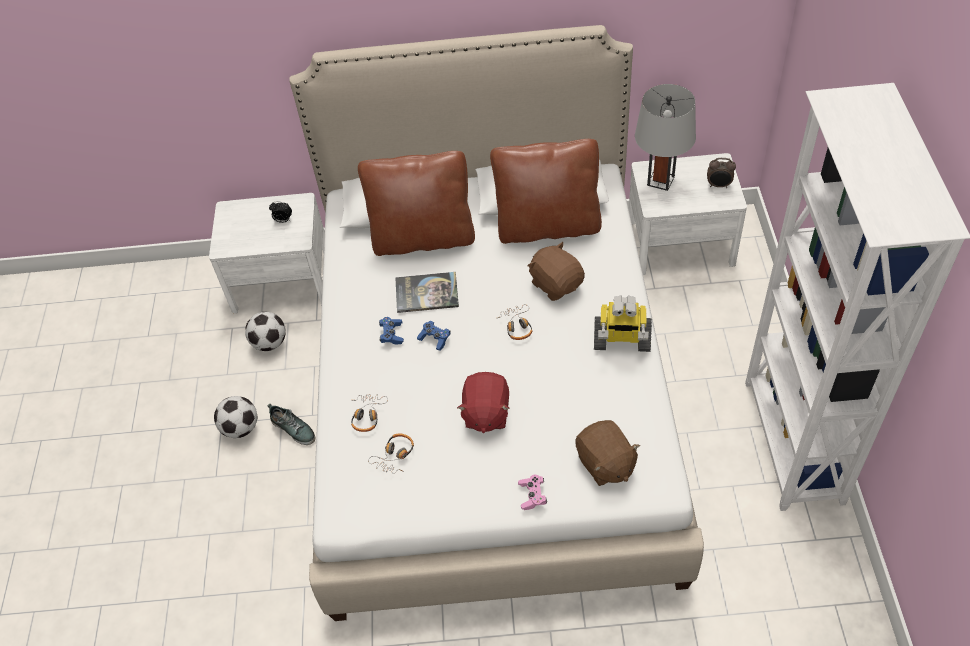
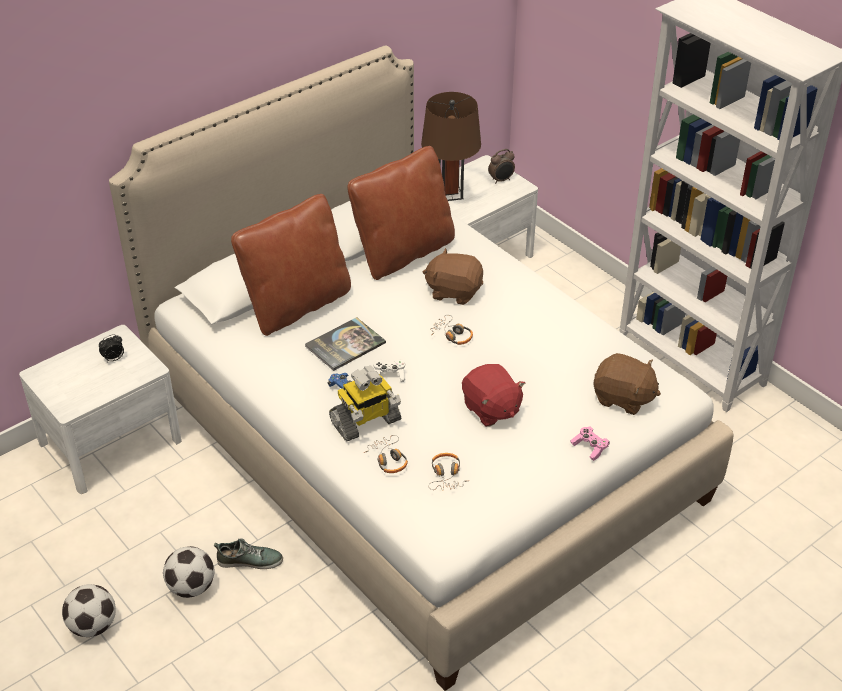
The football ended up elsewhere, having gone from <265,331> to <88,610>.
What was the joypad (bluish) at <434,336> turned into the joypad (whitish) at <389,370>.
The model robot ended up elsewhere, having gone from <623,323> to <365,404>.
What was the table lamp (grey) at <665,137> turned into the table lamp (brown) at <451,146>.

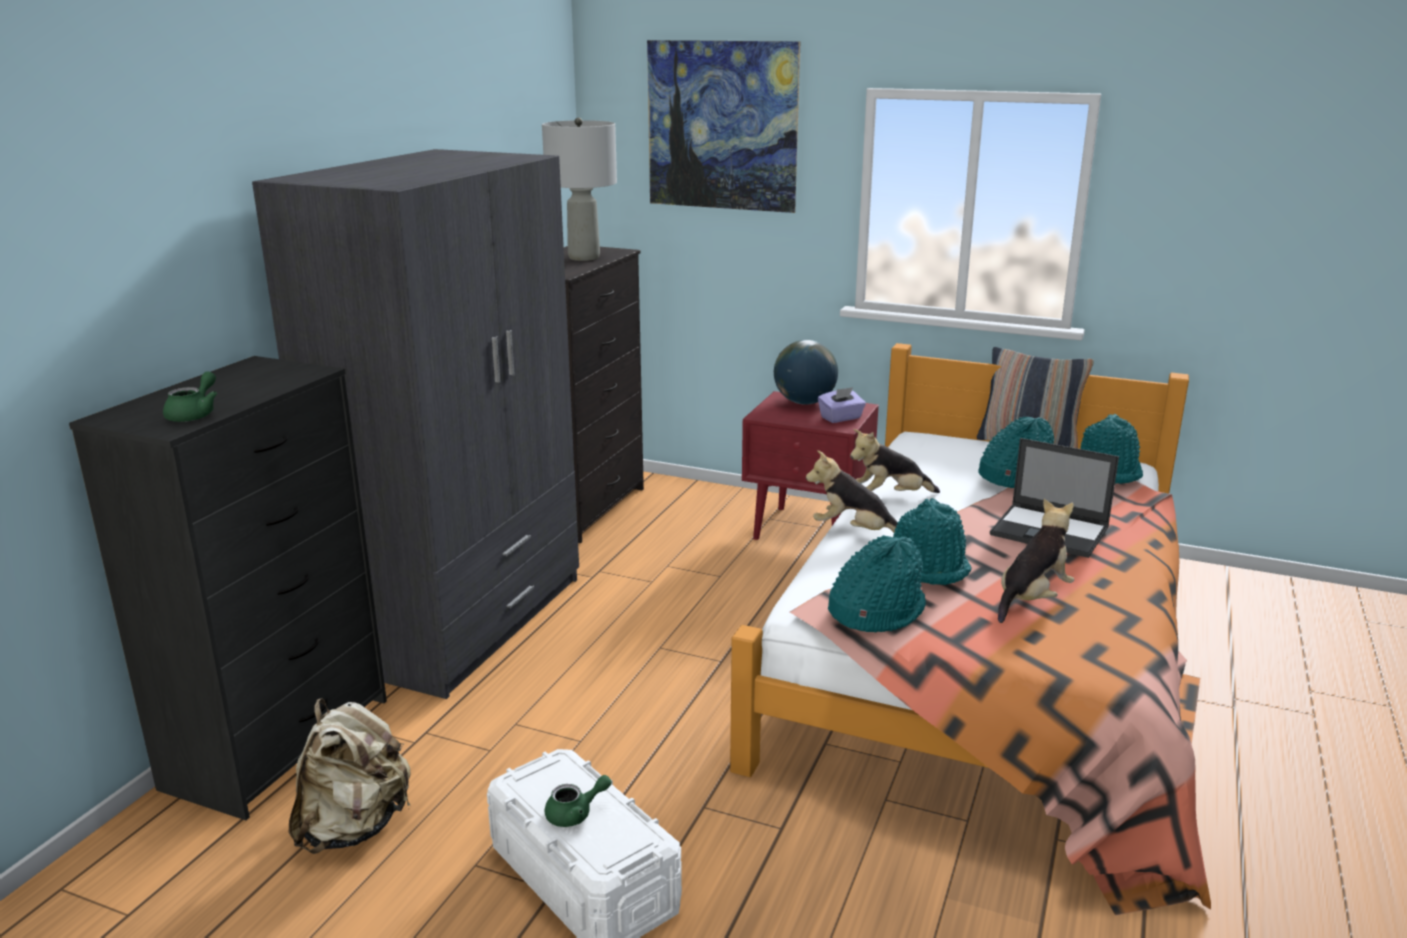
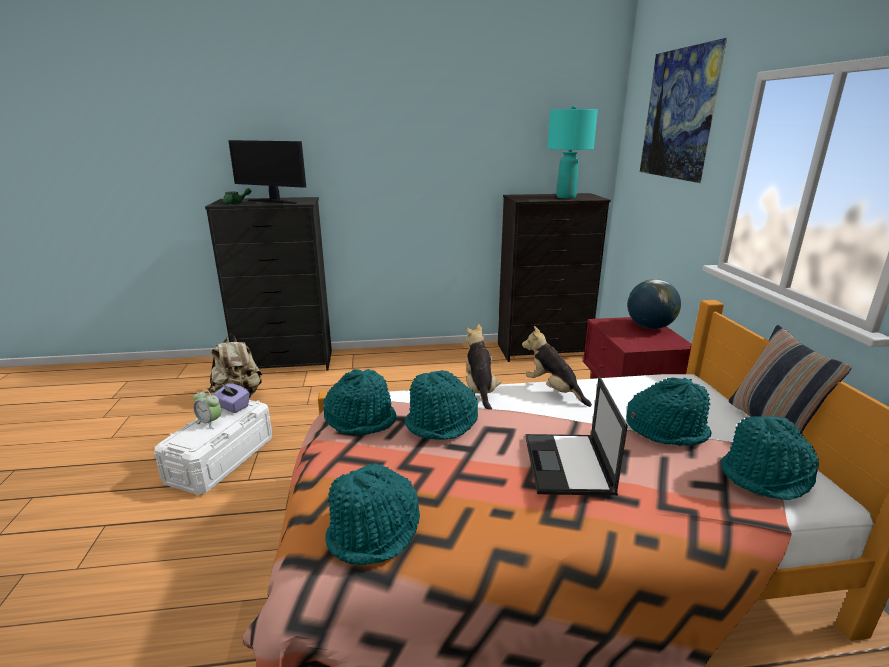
The second view lost the wardrobe (grey) at <415,424>.
What was the table lamp (grey) at <579,189> turned into the table lamp (turquoise) at <572,152>.
Where the teapot (green-coloured) stood at <578,801>, the bedside clock came to stand at <207,409>.
The tissue box (purplish) ended up elsewhere, having gone from <842,405> to <230,398>.
The second view lost the cuddly toy at <1036,561>.
The second view gained the computer screen at <267,172>.
The second view gained the hat (turquoise) at <372,514>.

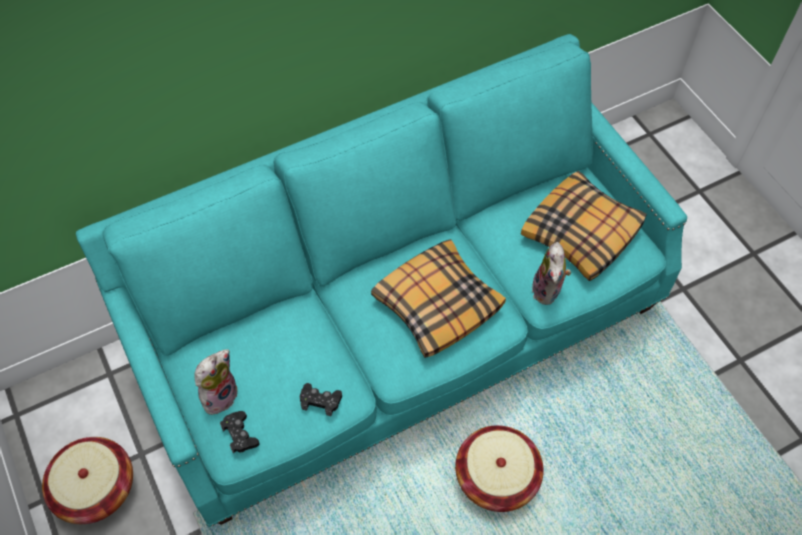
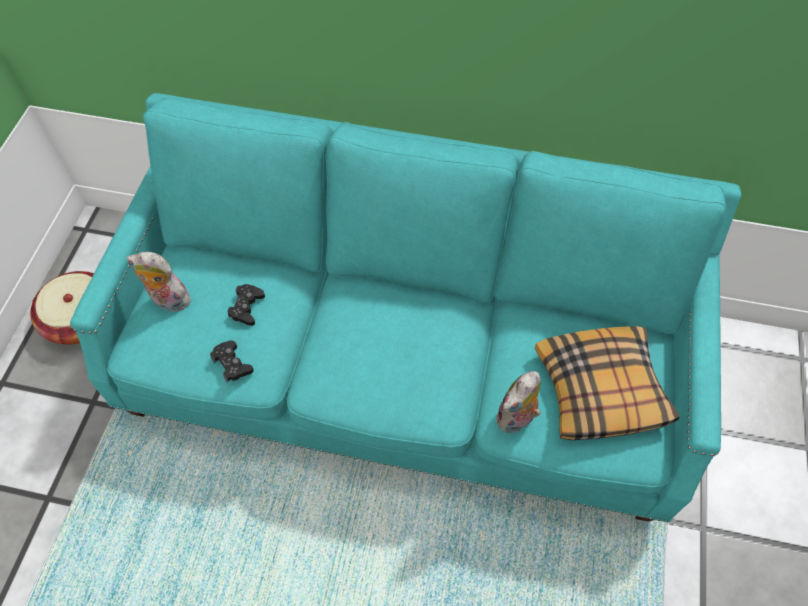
The cuddly toy at <215,382> ended up facing another way, 150 degrees counterclockwise from before.
The joypad (black) ended up elsewhere, having gone from <240,432> to <246,305>.
The second view lost the pillow at <438,298>.
The second view lost the storage basket at <499,468>.

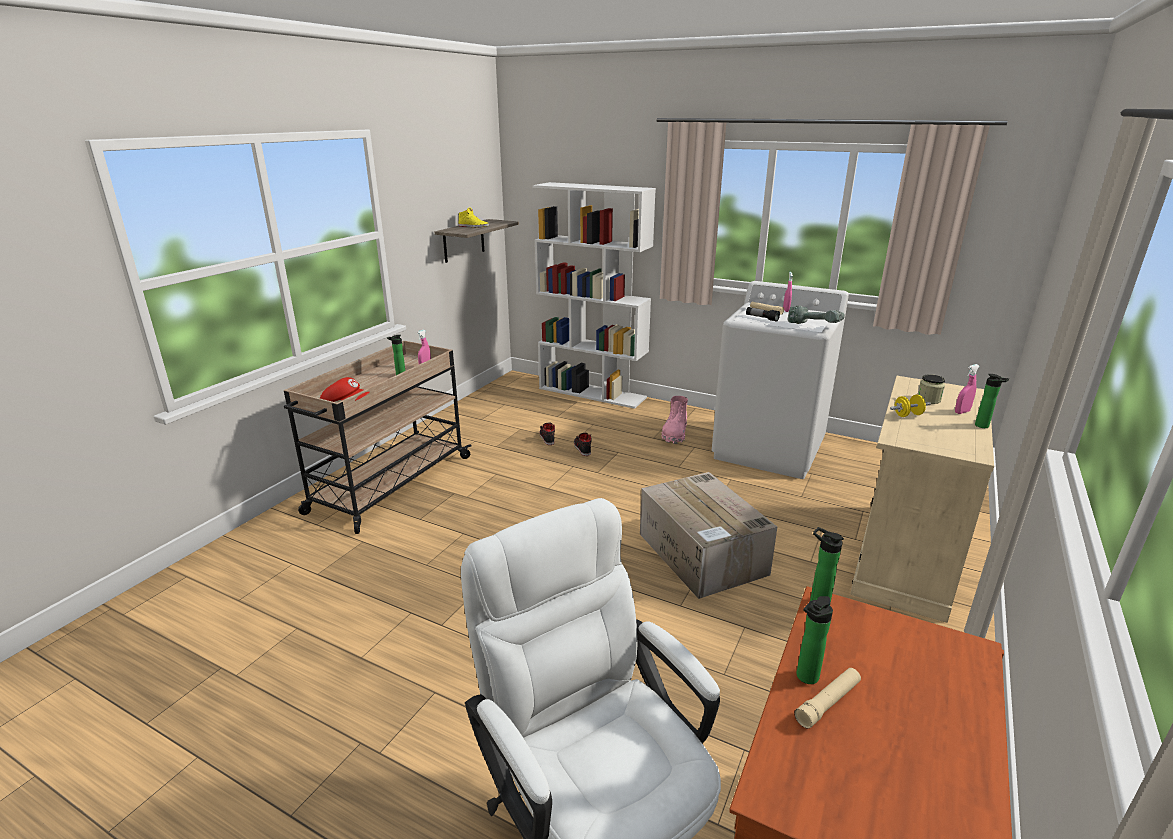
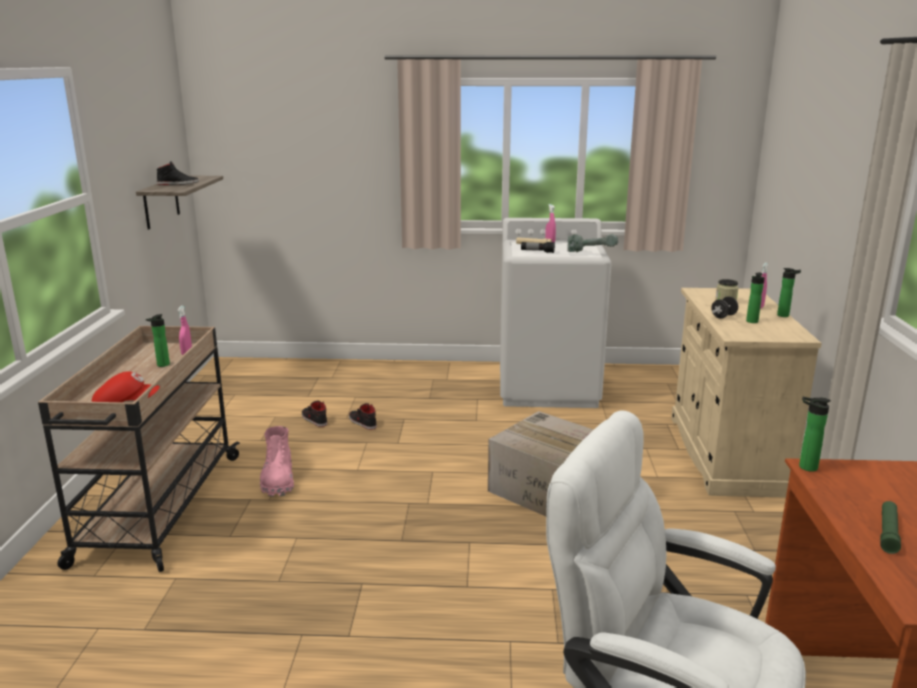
What was the shoe (yellowish) at <473,218> turned into the shoe (black) at <178,173>.
The second view lost the bookcase (whitish) at <594,295>.
The tall boot (pink) ended up elsewhere, having gone from <674,420> to <277,461>.
What was the hand torch (beige) at <827,698> turned into the hand torch (green-coloured) at <890,527>.
The drink bottle ended up elsewhere, having gone from <815,640> to <755,297>.
What was the dumbbell (yellowish) at <910,405> turned into the dumbbell (black) at <724,307>.

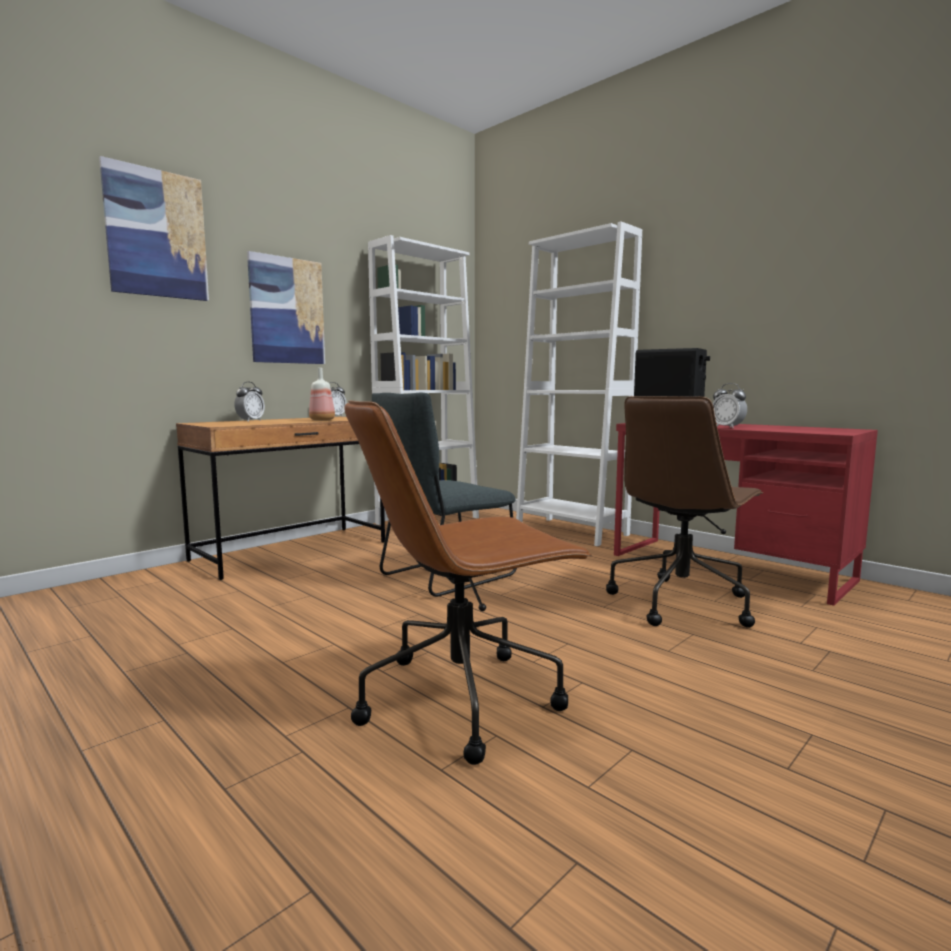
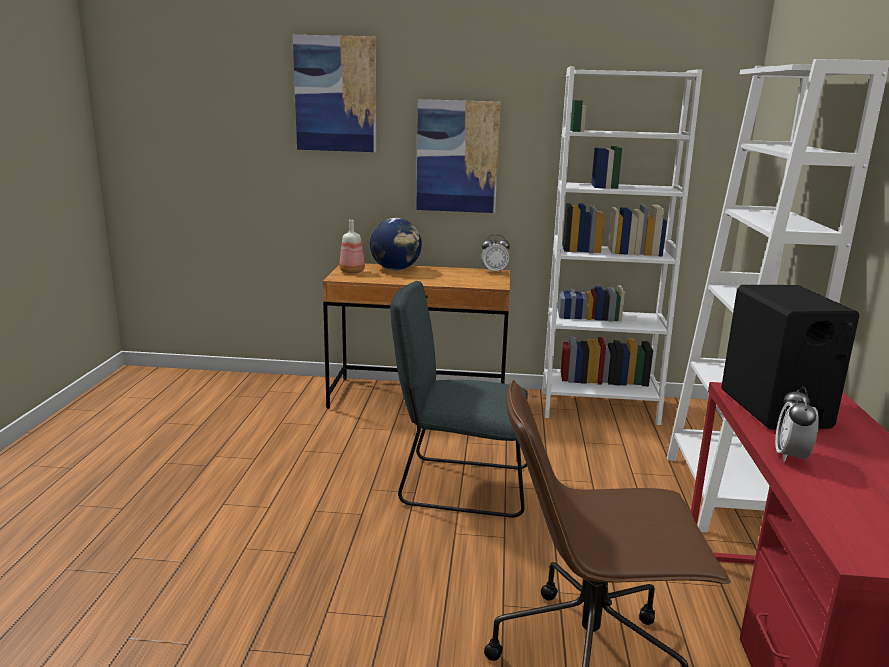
Where the bedside clock stood at <249,402>, the world globe came to stand at <396,244>.
The drink bottle ended up elsewhere, having gone from <322,394> to <352,246>.
The second view lost the office chair (brown) at <468,582>.

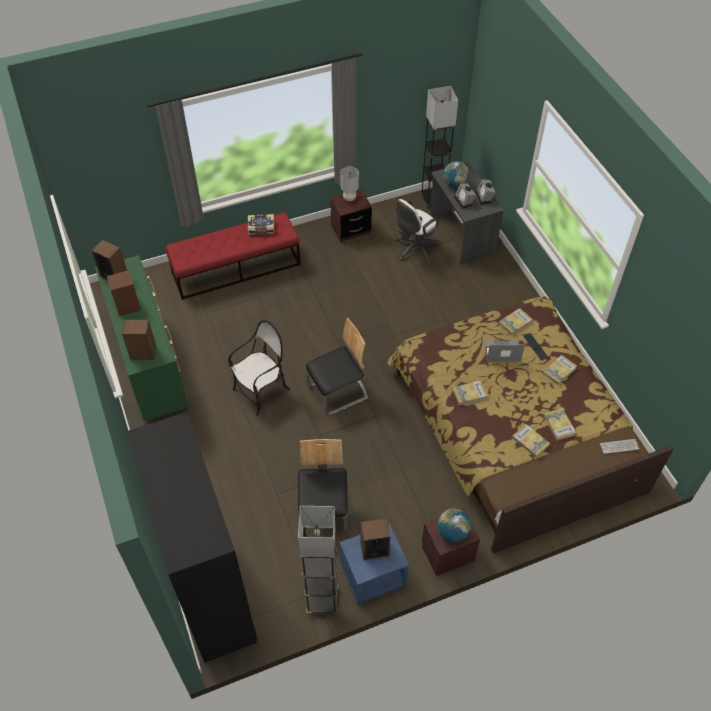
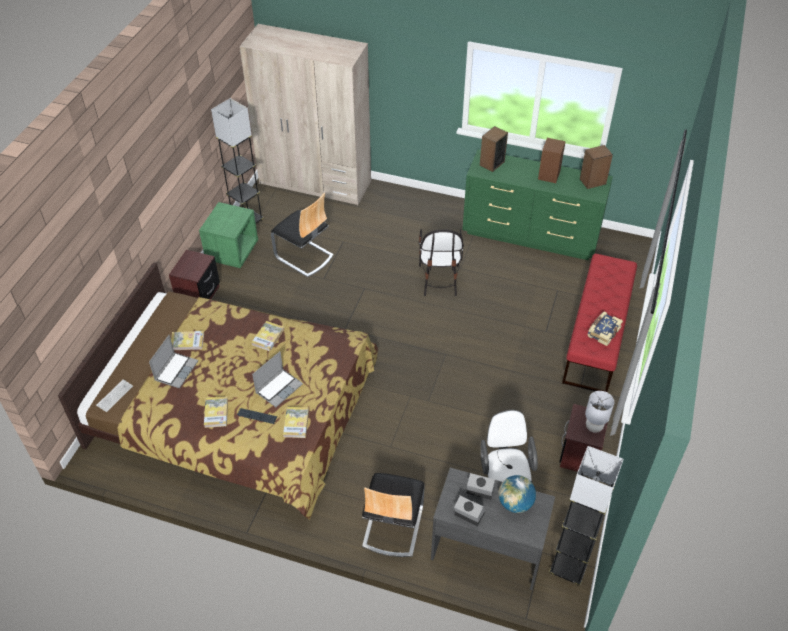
What was the wardrobe (black) at <191,537> turned into the wardrobe (beige) at <305,114>.
The upright chair ended up elsewhere, having gone from <336,367> to <393,515>.
What was the night table (bluish) at <374,564> turned into the night table (green-coloured) at <228,235>.
The second view lost the audio speaker at <375,539>.
The second view lost the world globe at <454,525>.
Where the book stood at <560,424>, the portable computer came to stand at <173,362>.

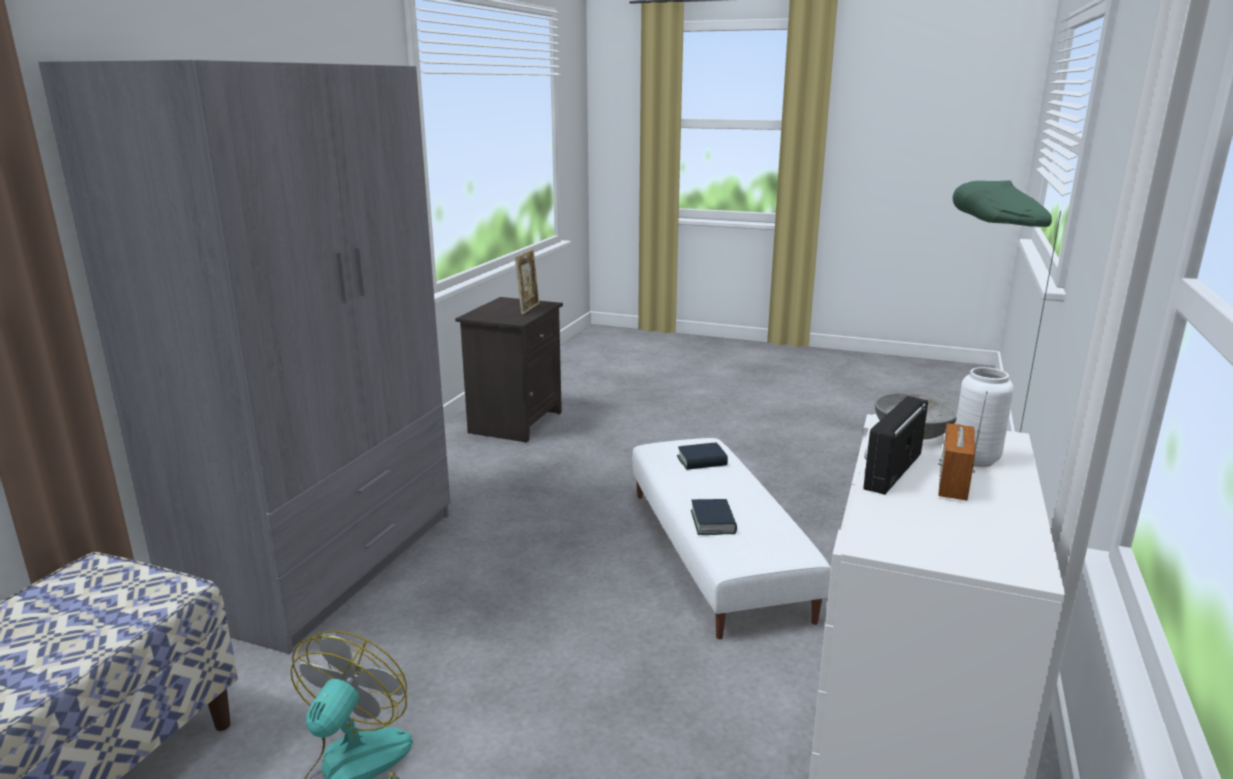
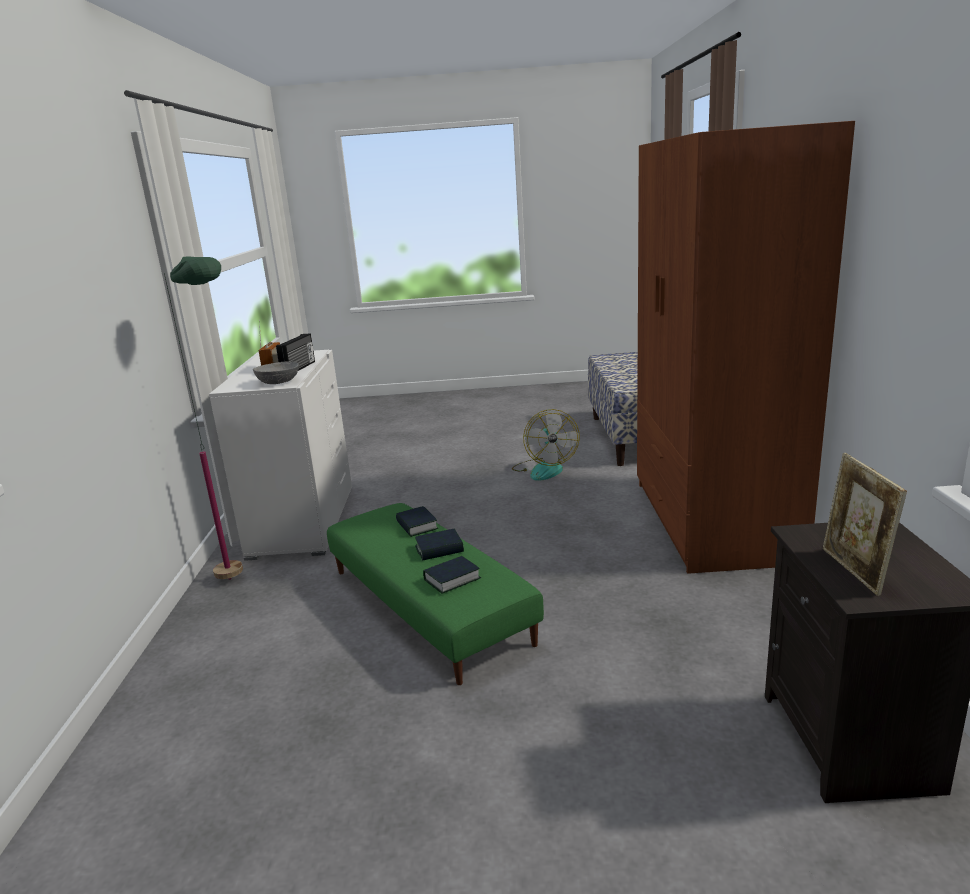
What was the wardrobe (grey) at <244,357> turned into the wardrobe (brown) at <746,347>.
What was the ottoman (whitish) at <731,538> turned into the ottoman (green-coloured) at <435,594>.
The second view lost the flower vase (whitish) at <985,417>.
The second view gained the book at <439,545>.

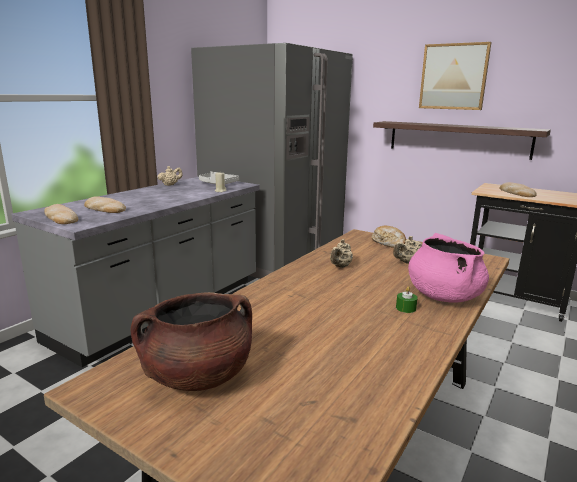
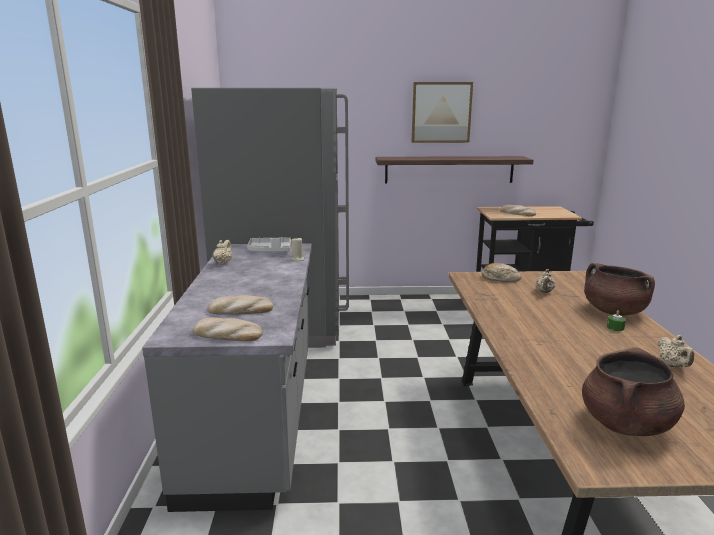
The teapot (beige) ended up elsewhere, having gone from <341,253> to <676,351>.
What was the saucepot (pink) at <448,267> turned into the saucepot (brown) at <619,289>.

